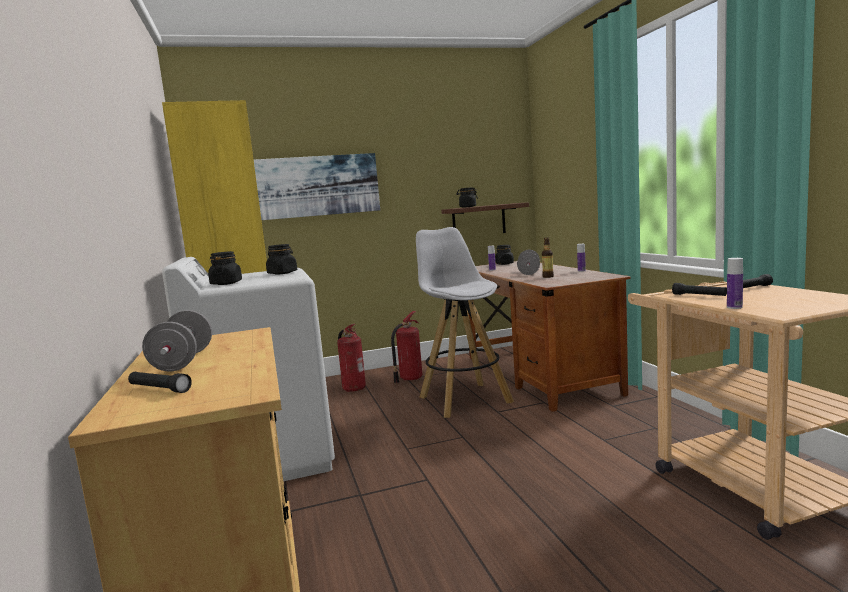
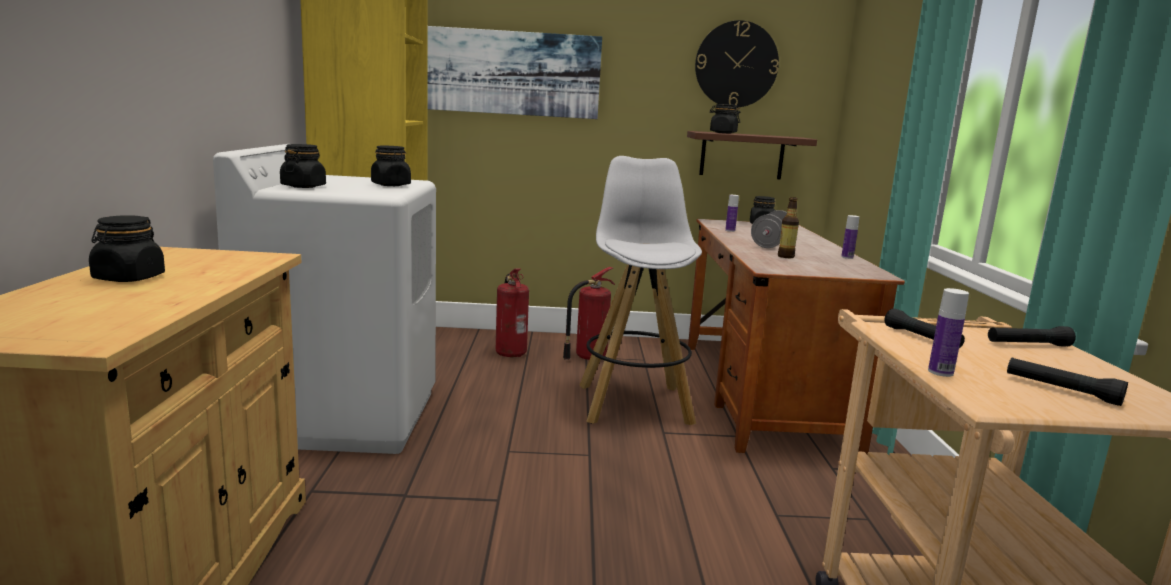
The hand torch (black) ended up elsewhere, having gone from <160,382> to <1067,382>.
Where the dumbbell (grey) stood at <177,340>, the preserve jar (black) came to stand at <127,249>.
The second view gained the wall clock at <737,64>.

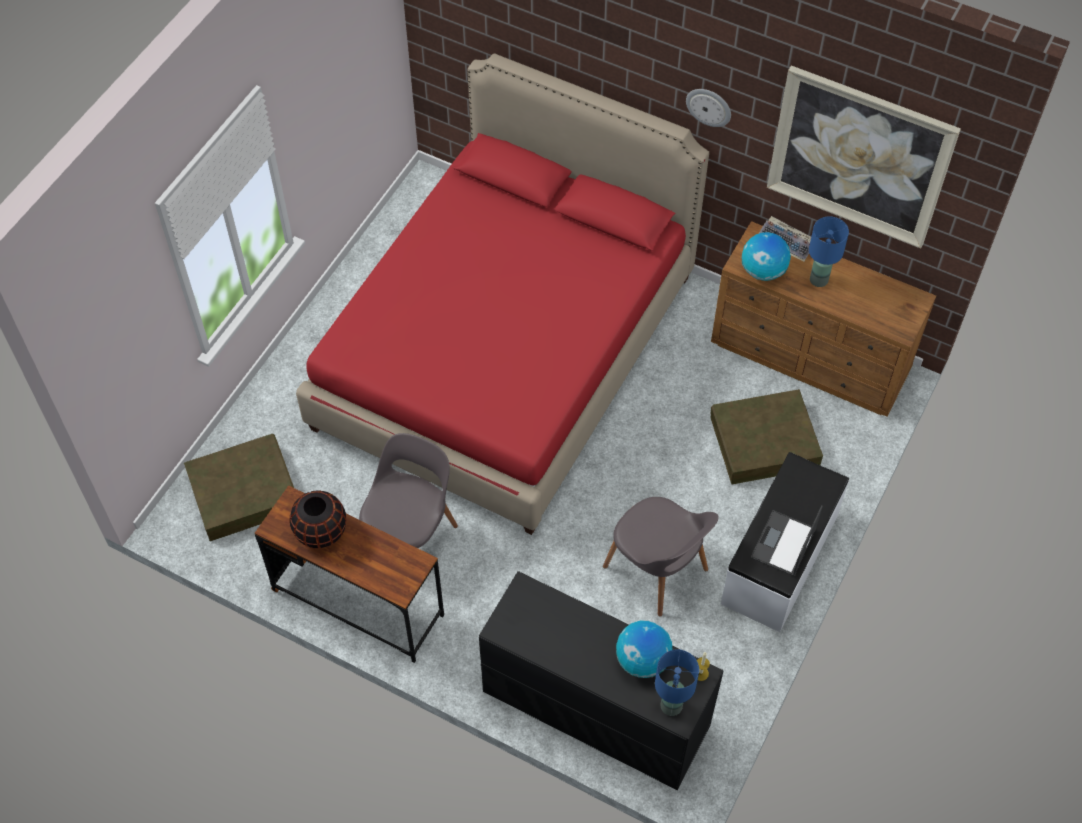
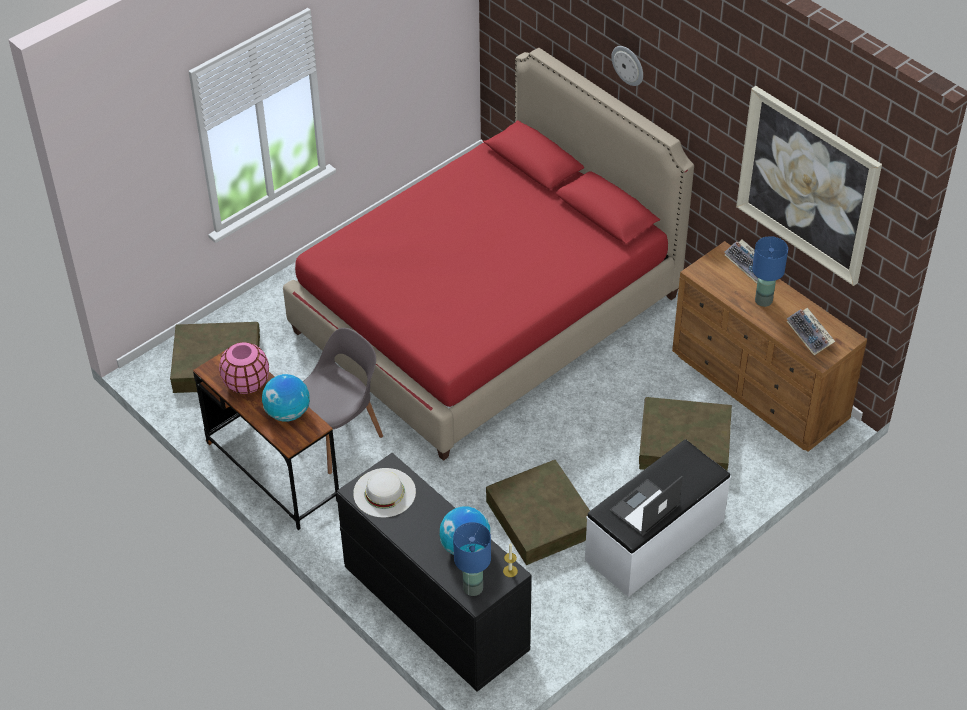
What was the flower vase (black) at <318,519> turned into the flower vase (pink) at <244,368>.
Where the upright chair (grey) stood at <661,557>, the storage container (brown) came to stand at <538,512>.
The wall clock ended up elsewhere, having gone from <708,108> to <627,66>.
The world globe ended up elsewhere, having gone from <766,256> to <286,398>.
The second view gained the hat (whitish) at <384,493>.
The second view gained the PC keyboard at <811,331>.

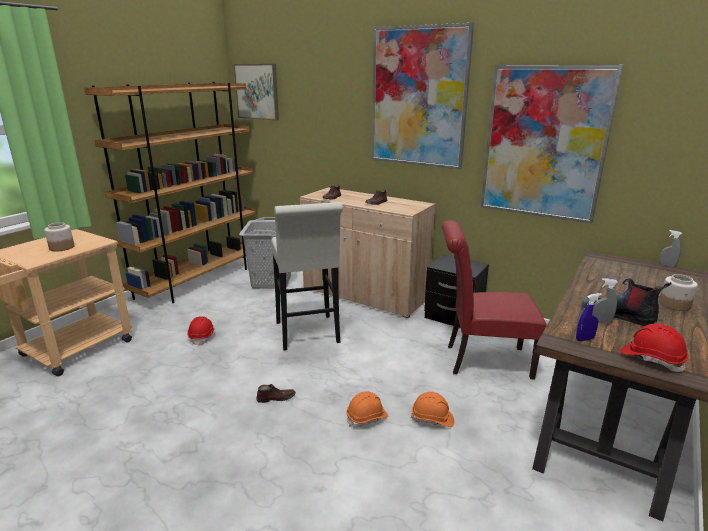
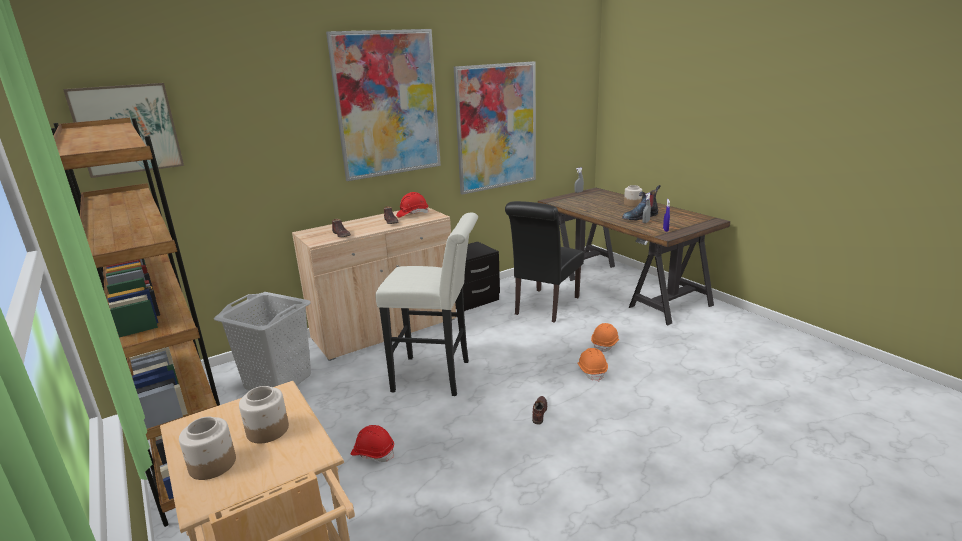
What was the upright chair (red-coloured) at <494,299> turned into the upright chair (black) at <544,262>.
The safety helmet (red-coloured) ended up elsewhere, having gone from <654,348> to <412,204>.
The second view gained the preserve jar at <207,448>.

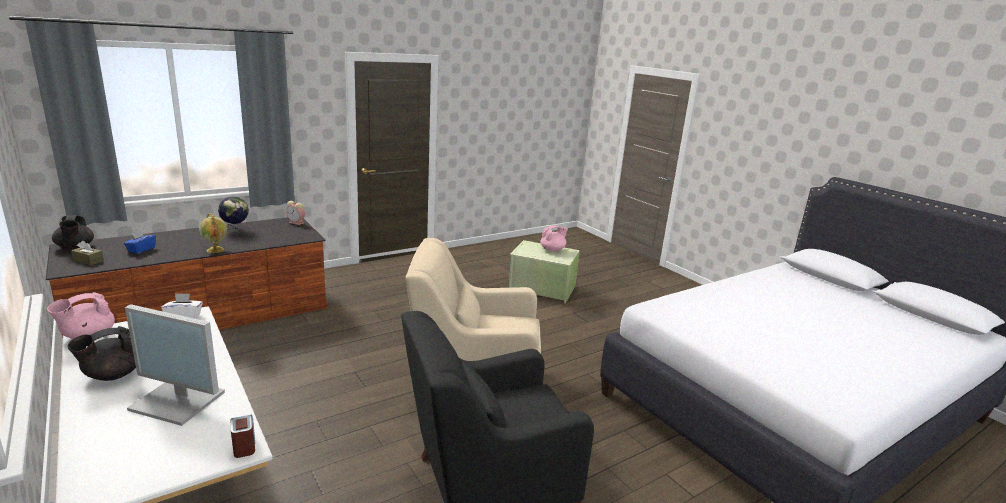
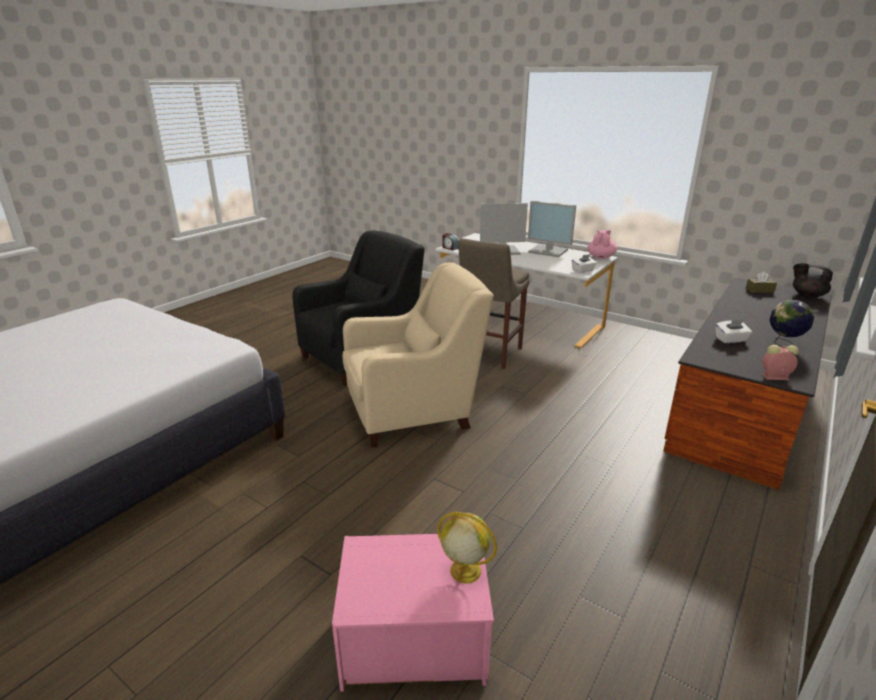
Where the teapot (black) stood at <101,353>, the computer screen came to stand at <552,229>.
The second view lost the tissue box (bluish) at <140,242>.
The world globe ended up elsewhere, having gone from <213,233> to <467,547>.
What was the storage container (green-coloured) at <544,271> turned into the storage container (pink) at <413,612>.
The second view lost the teapot (pink) at <554,238>.
The second view gained the sitting stool (beige) at <494,303>.
The second view gained the tissue box (whitish) at <734,331>.

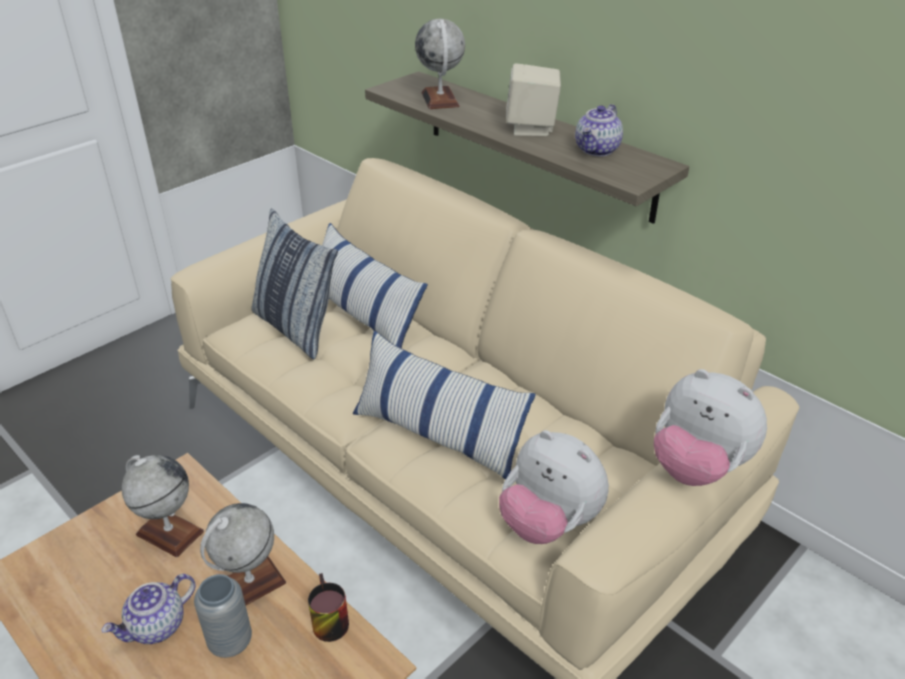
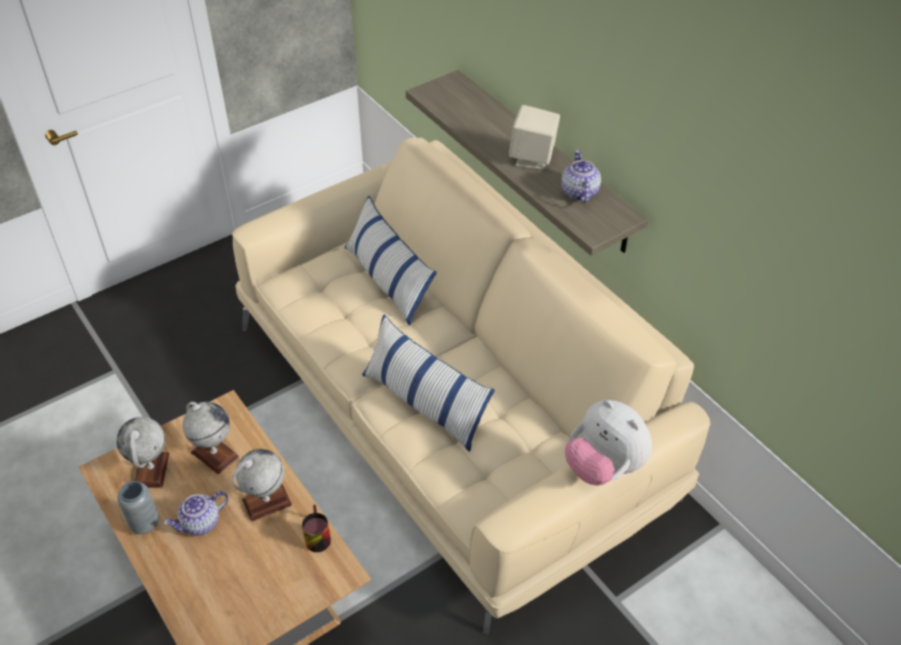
The flower vase (grey) ended up elsewhere, having gone from <223,616> to <138,507>.
The second view lost the pillow at <294,284>.
The world globe ended up elsewhere, having gone from <440,64> to <143,452>.
The second view lost the cuddly toy at <554,487>.
The teapot at <599,130> ended up facing another way, 135 degrees clockwise from before.

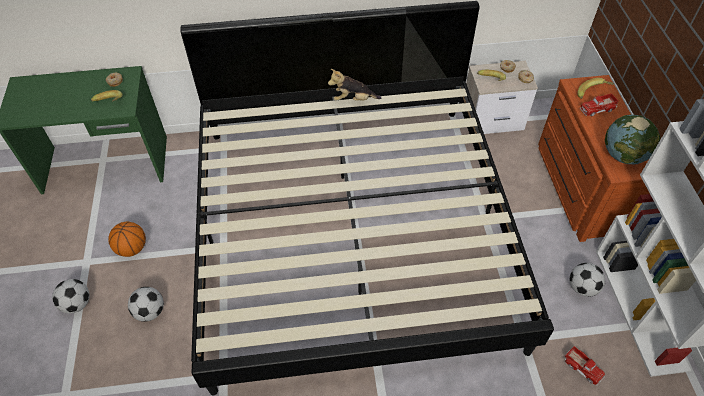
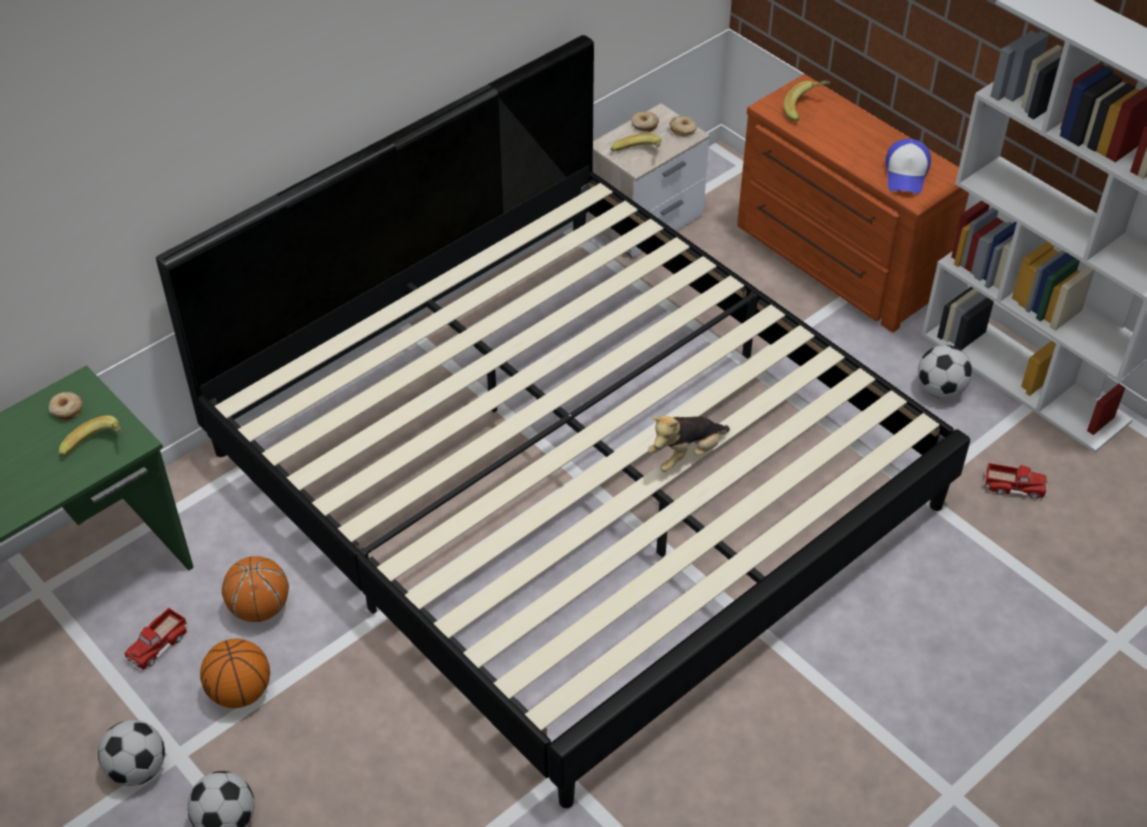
The football ended up elsewhere, having gone from <146,304> to <131,753>.
The cuddly toy ended up elsewhere, having gone from <354,85> to <689,444>.
The toy lorry ended up elsewhere, having gone from <599,104> to <156,639>.
Where the world globe stood at <632,139>, the baseball cap came to stand at <908,166>.
The second view gained the ball for basketball at <255,589>.

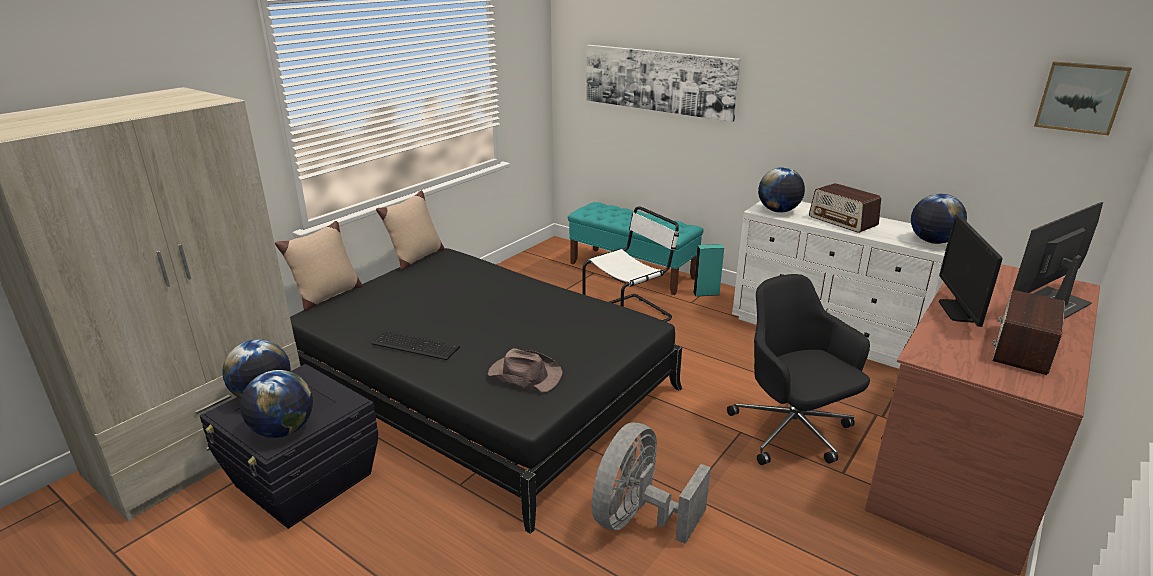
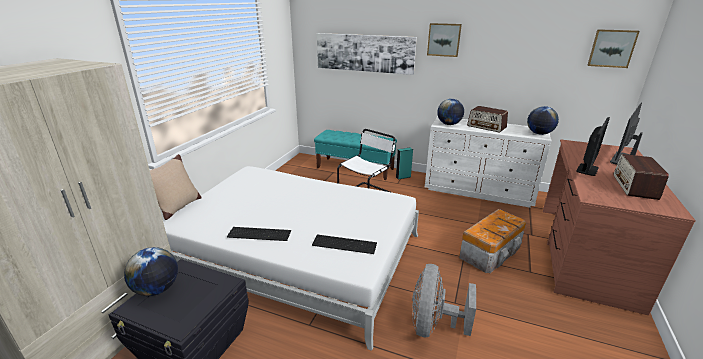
The second view lost the world globe at <276,404>.
What was the sleeping bed (black) at <486,391> turned into the sleeping bed (whitish) at <291,258>.
The second view lost the pillow (beige) at <410,230>.
Where the hat (brown) stood at <525,370>, the PC keyboard came to stand at <344,244>.
Where the office chair (black) stood at <798,369>, the storage container came to stand at <492,241>.
The computer screen at <971,270> ended up facing another way, 135 degrees counterclockwise from before.
The second view gained the wall art at <444,40>.

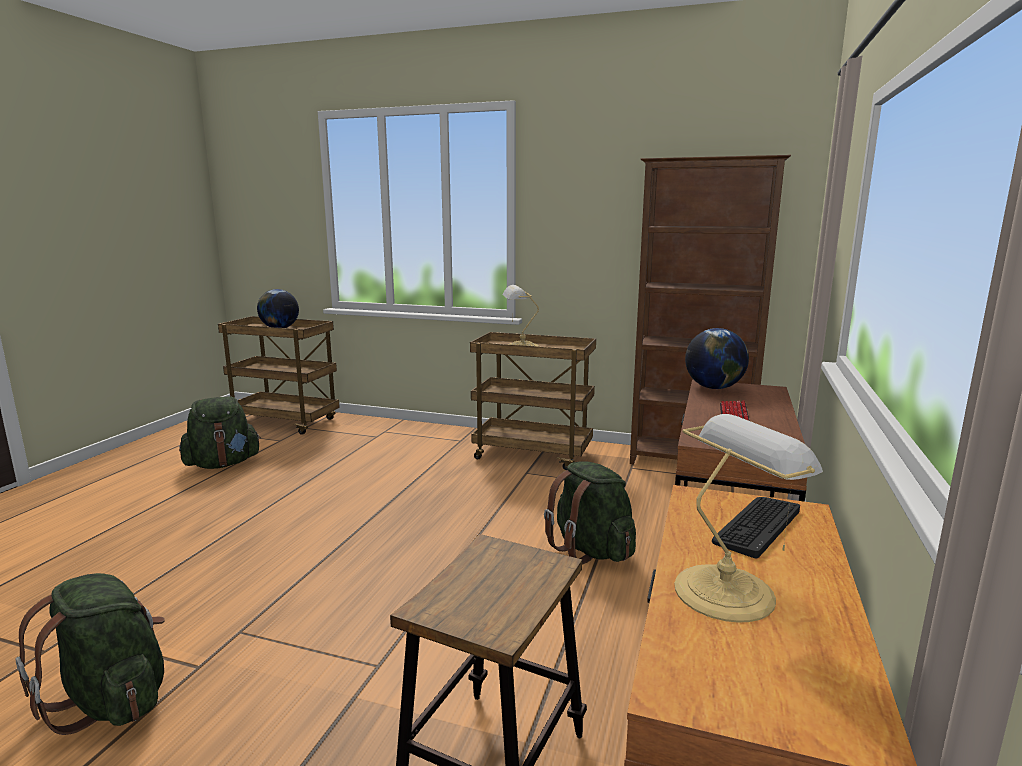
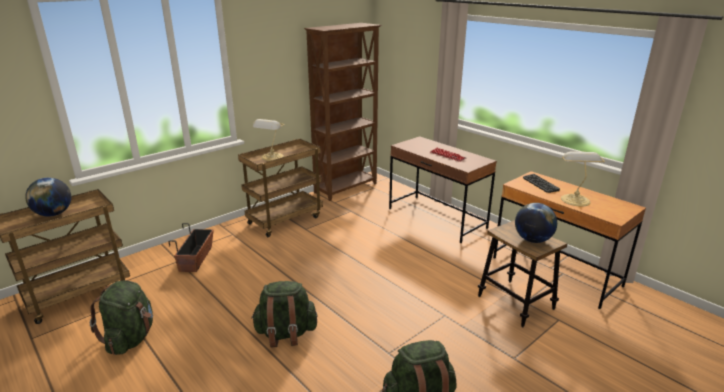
The rucksack (green-coloured) ended up elsewhere, having gone from <590,512> to <284,314>.
The world globe ended up elsewhere, having gone from <717,358> to <536,223>.
The second view gained the flower pot at <191,247>.

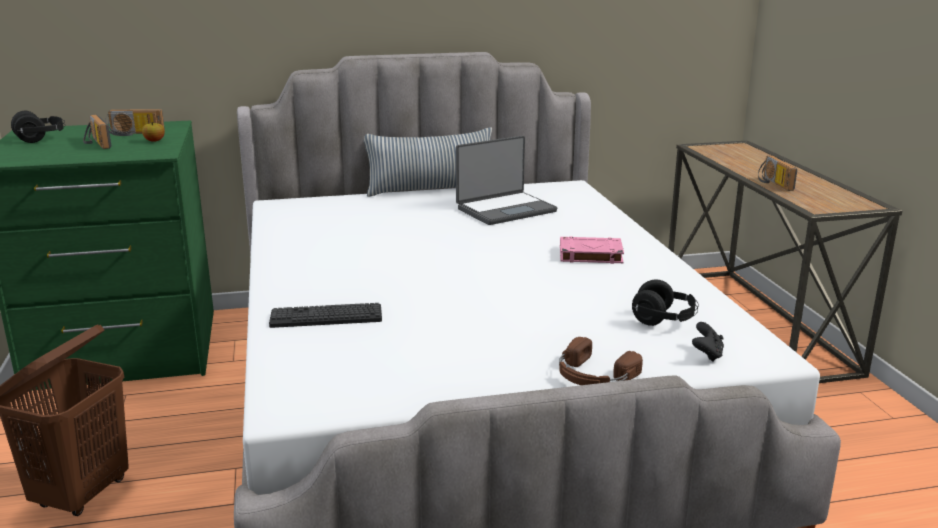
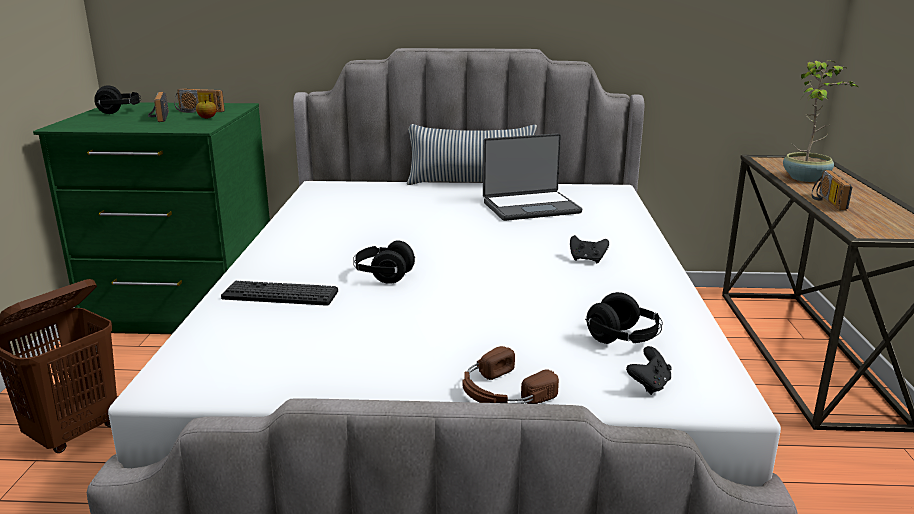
Where the book (pink) stood at <592,250>, the joypad (black) came to stand at <589,249>.
The second view gained the headphones (black) at <384,262>.
The second view gained the potted plant at <821,121>.

